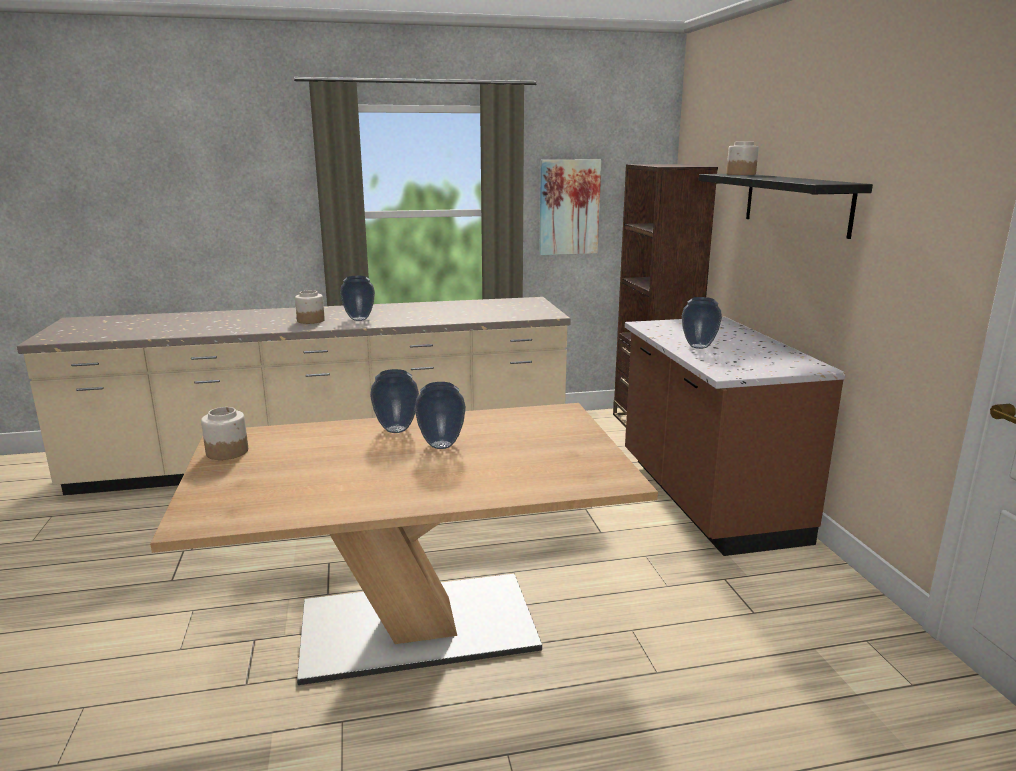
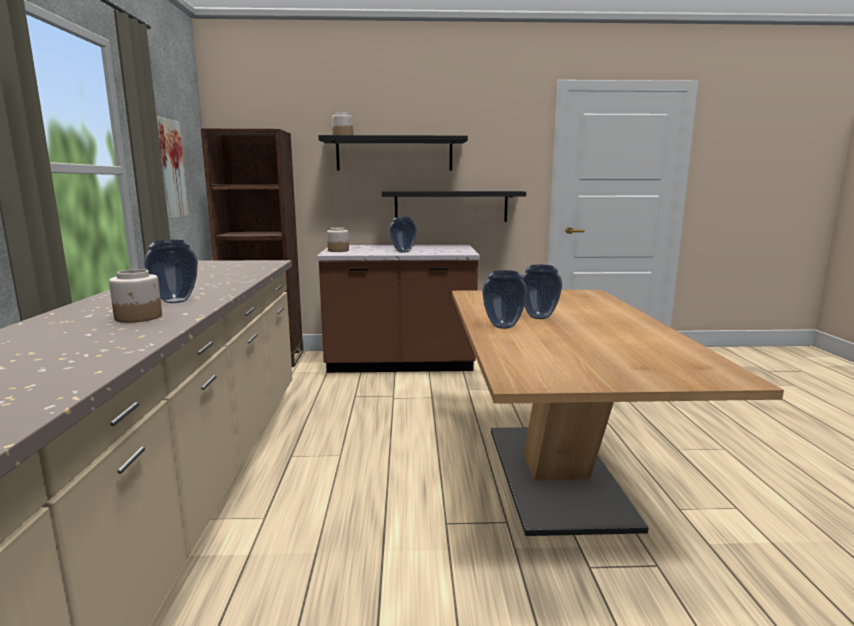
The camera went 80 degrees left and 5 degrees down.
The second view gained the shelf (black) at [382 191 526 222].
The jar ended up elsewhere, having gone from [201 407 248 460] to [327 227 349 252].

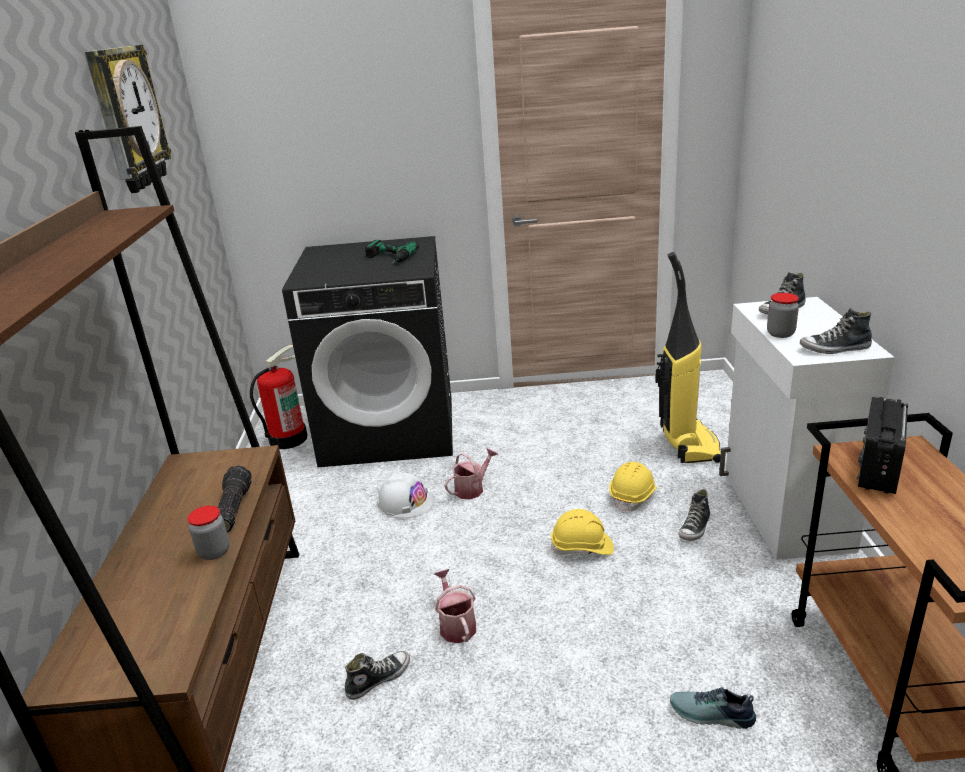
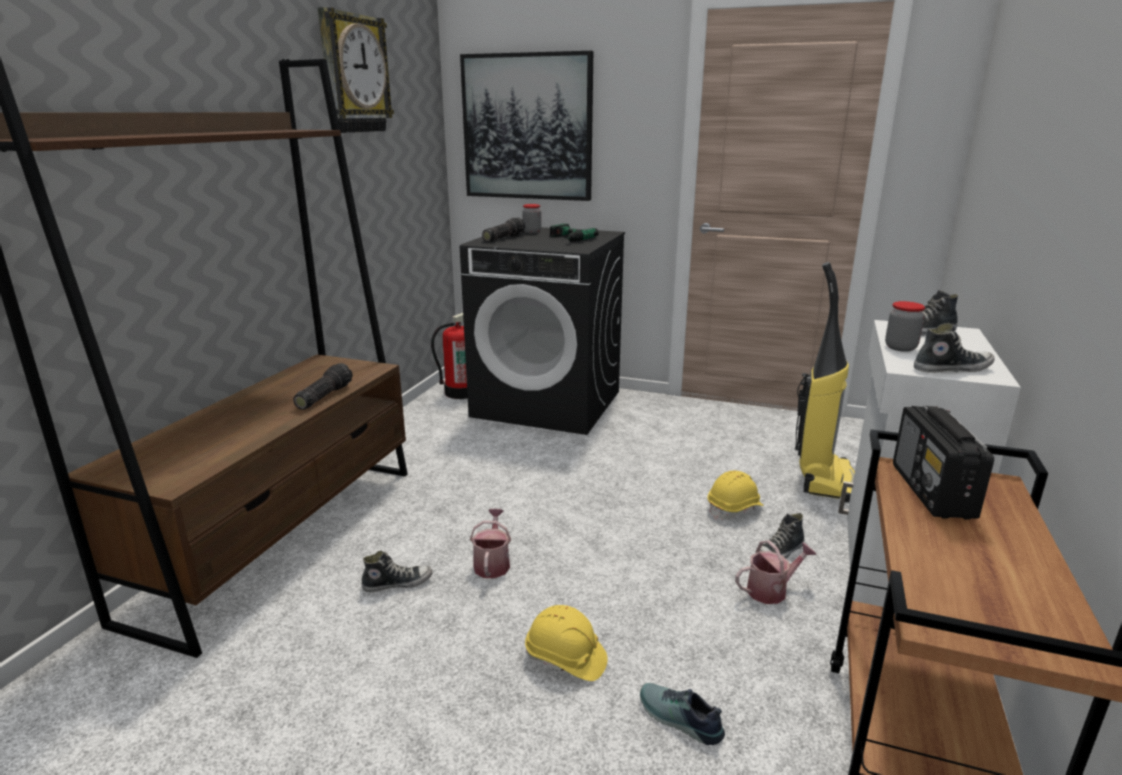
The camera went 20 degrees right and 5 degrees down.
The second view lost the hard hat (white) at [377 471 434 518].
The second view gained the picture at [460 51 593 201].
The second view gained the flashlight at [482 218 525 242].
The jar ended up elsewhere, having gone from [187 506 230 560] to [522 204 541 233].
The watering can ended up elsewhere, having gone from [444 448 498 499] to [735 540 817 604].
The hard hat (yellow) ended up elsewhere, having gone from [551 509 614 555] to [525 605 608 681].
The shoe at [800 308 872 354] ended up facing another way, 150 degrees clockwise from before.
The radio at [857 397 908 494] ended up facing another way, 45 degrees counterclockwise from before.

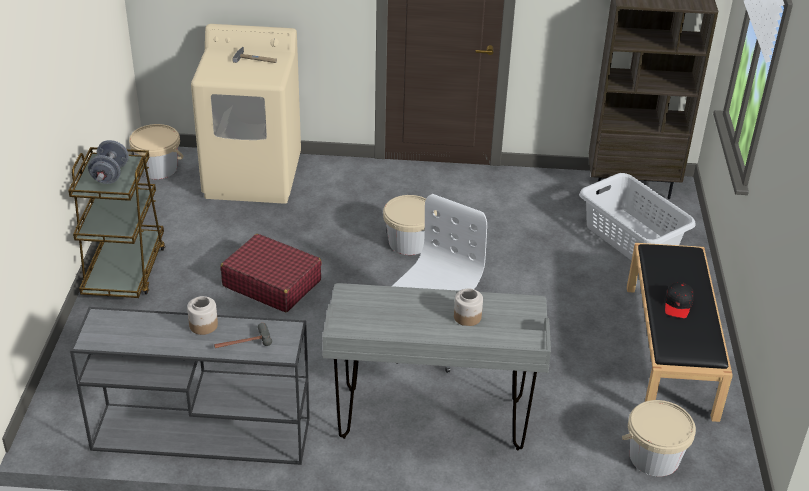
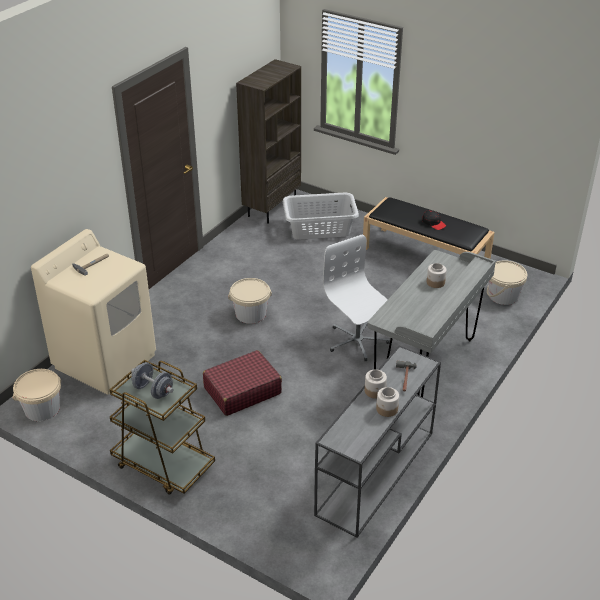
The camera went 60 degrees left and 0 degrees up.
The second view gained the jar at [376 387 399 417].

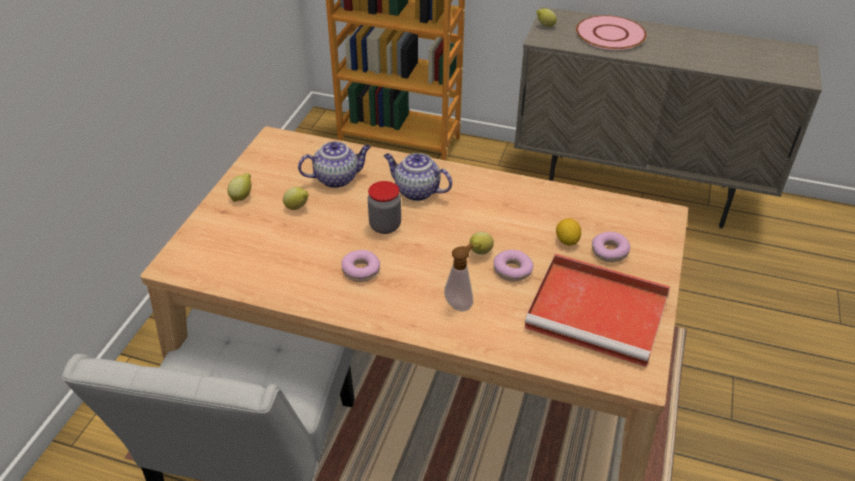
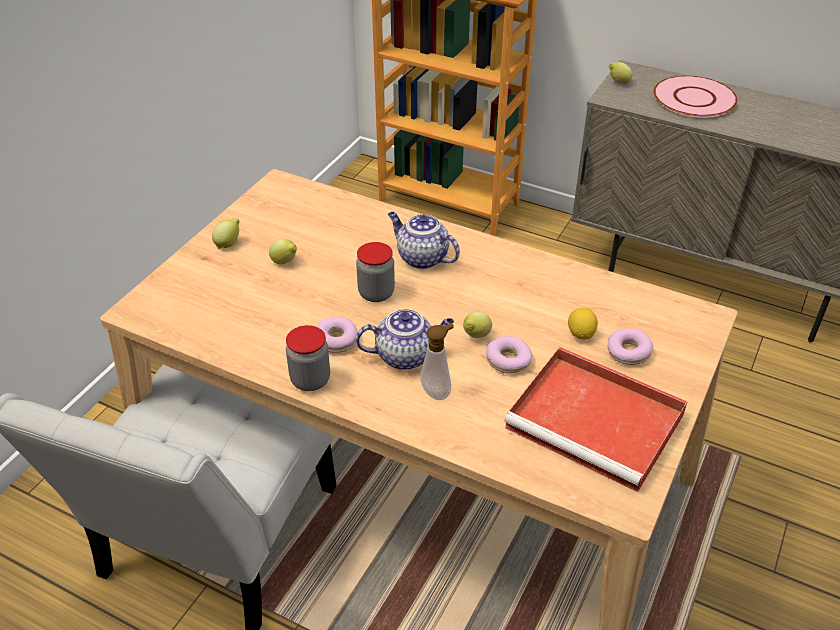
The camera went 10 degrees right and 0 degrees up.
The second view gained the jar at [286 325 330 391].
The teapot ended up elsewhere, having gone from [298 141 371 188] to [356 309 454 370].

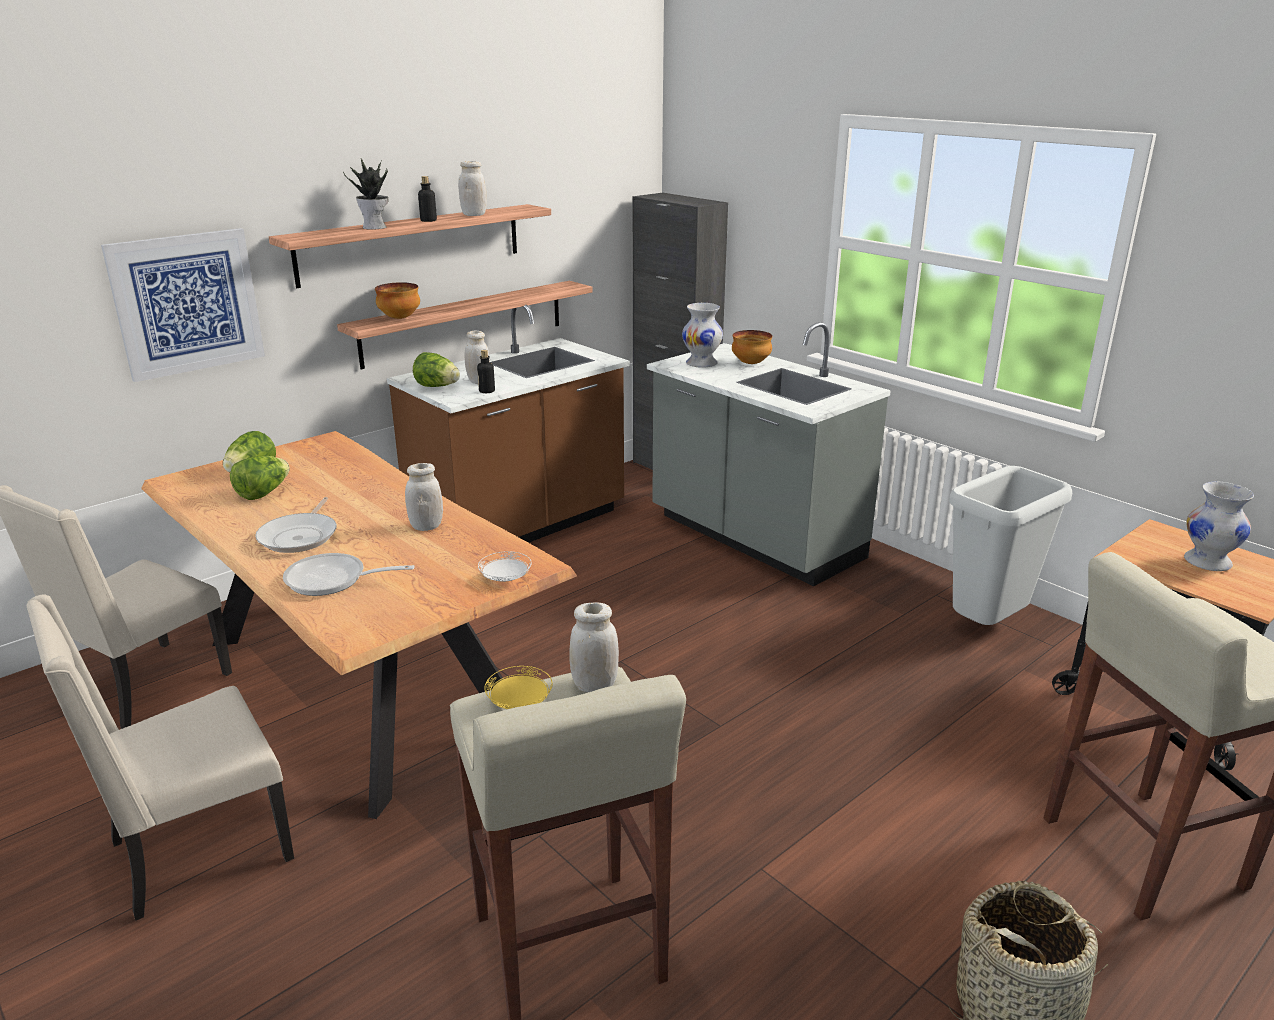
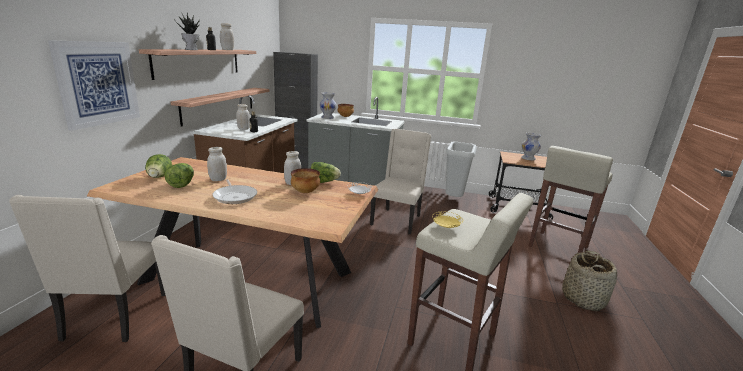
The camera went 35 degrees left and 5 degrees down.
The second view lost the frying pan at [283 553 415 596].
The second view gained the chair (beige) at [370 129 431 234].
The bowl ended up elsewhere, having gone from [375 282 420 319] to [291 168 320 193].
The lettuce ended up elsewhere, having gone from [413 352 460 387] to [311 162 341 183].
The jar (white) ended up elsewhere, having gone from [569 602 619 692] to [207 147 227 181].

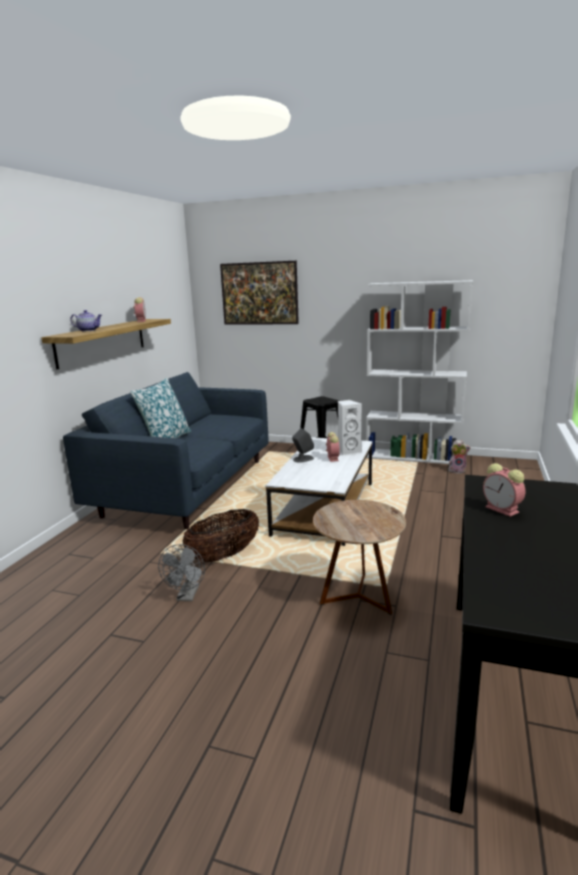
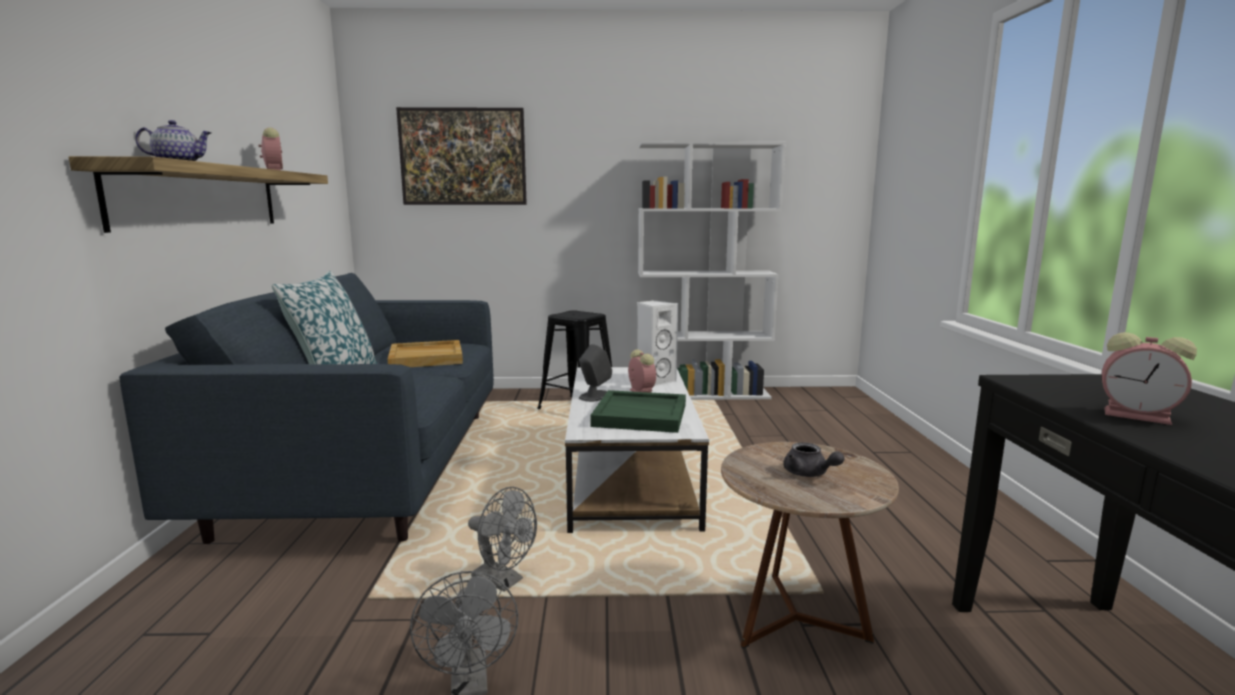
The camera went 20 degrees left and 5 degrees down.
The second view lost the plush toy at [448 440 471 474].
The second view gained the tray (beige) at [388 340 463 367].
The second view gained the tray (green) at [590 390 686 433].
The second view gained the teapot (grey) at [783 442 845 477].
Where the basket stood at [183 509 259 562], the fan (grey) came to stand at [468 487 537 592].

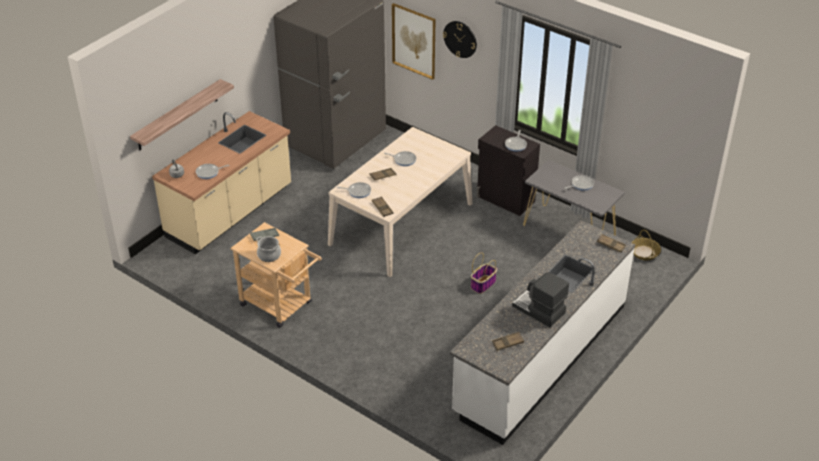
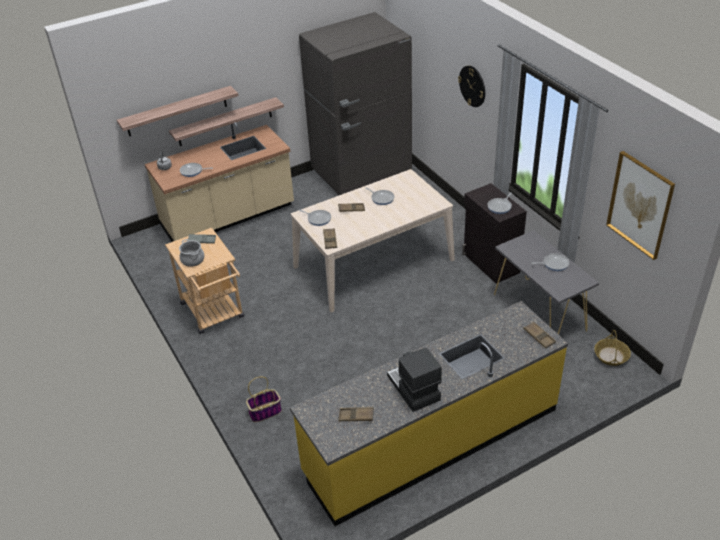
The camera went 25 degrees right and 0 degrees up.
The second view gained the shelf at [169 97 284 146].
The picture ended up elsewhere, having gone from [392 3 436 80] to [606 151 675 260].
The basket ended up elsewhere, having gone from [471 253 497 294] to [246 377 282 422].
What was the counter (white) at [450 220 635 445] turned into the counter (yellow) at [290 301 568 526].

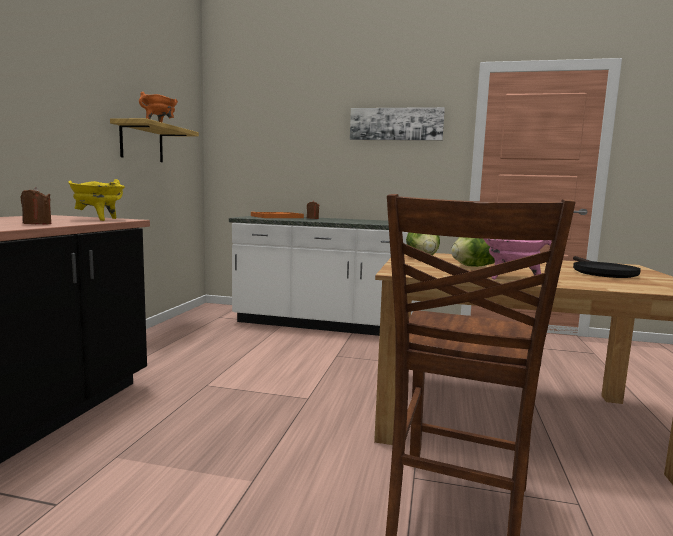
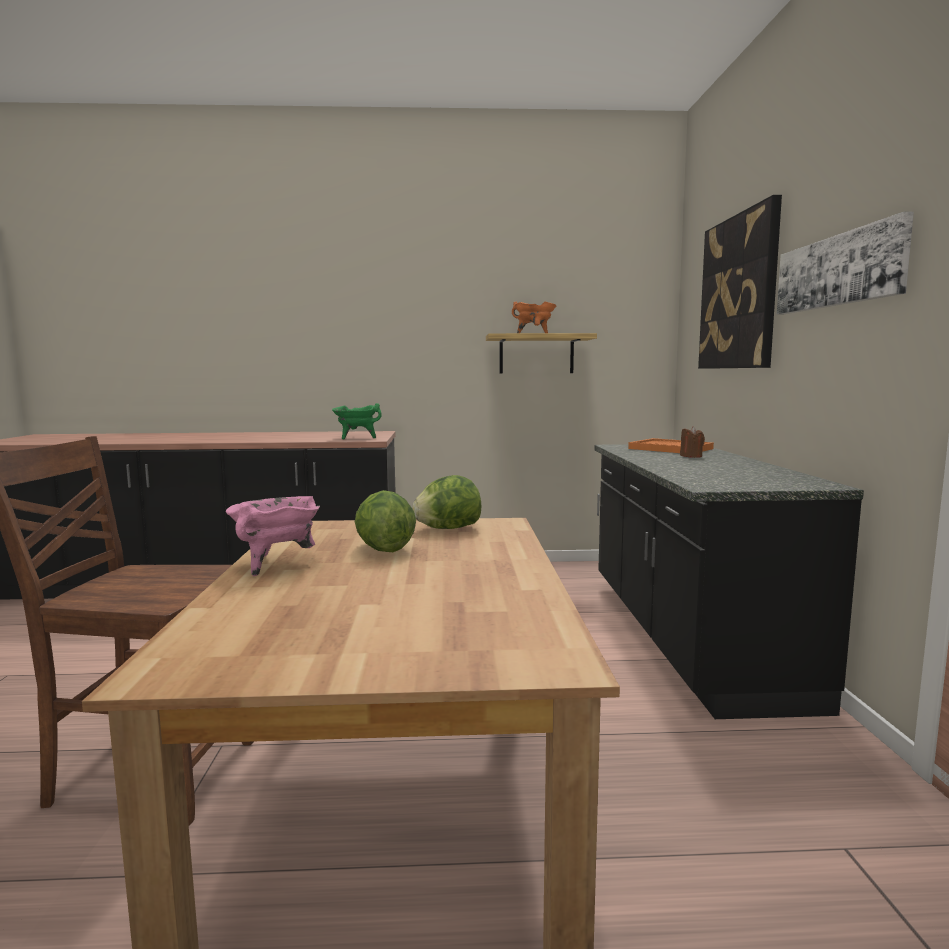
The camera went 75 degrees right and 0 degrees up.
The second view lost the candle (brown) at [20 187 52 224].
The second view lost the frying pan (black) at [573 256 641 278].
The second view gained the picture at [698 195 782 369].
What was the cooking pot (yellow) at [68 179 125 221] turned into the cooking pot (green) at [332 403 382 440].
What was the counter (white) at [229 216 422 336] turned into the counter (black) at [595 444 864 719].

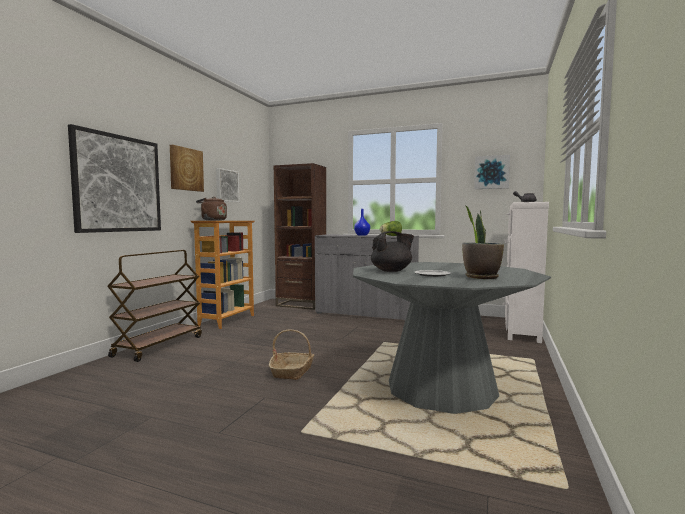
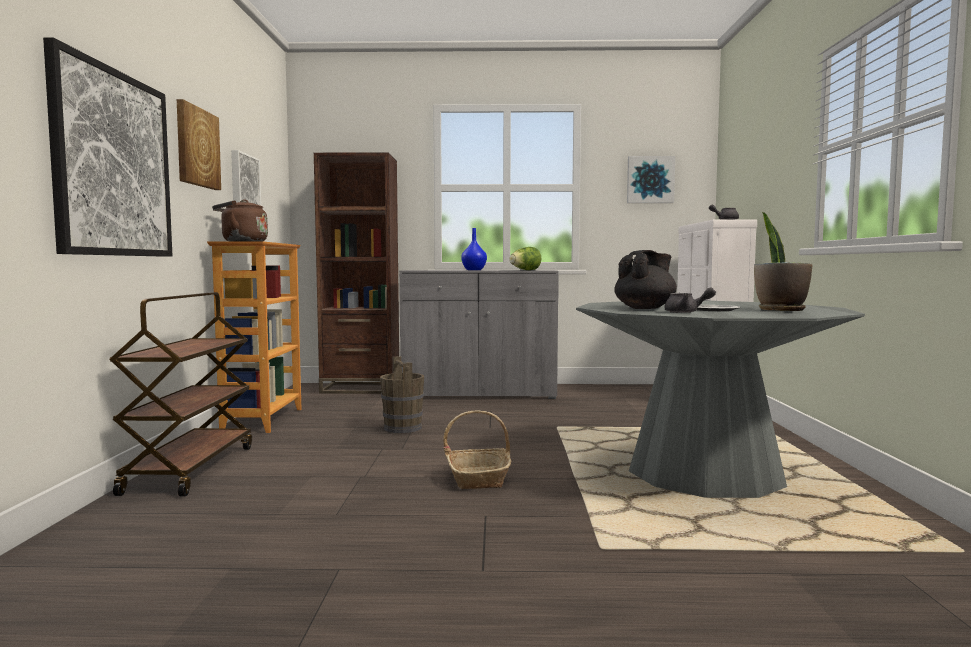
The camera went 20 degrees left and 0 degrees up.
The second view gained the bucket (brown) at [380 356 424 433].
The second view gained the teapot (grey) at [664 287 716 313].

